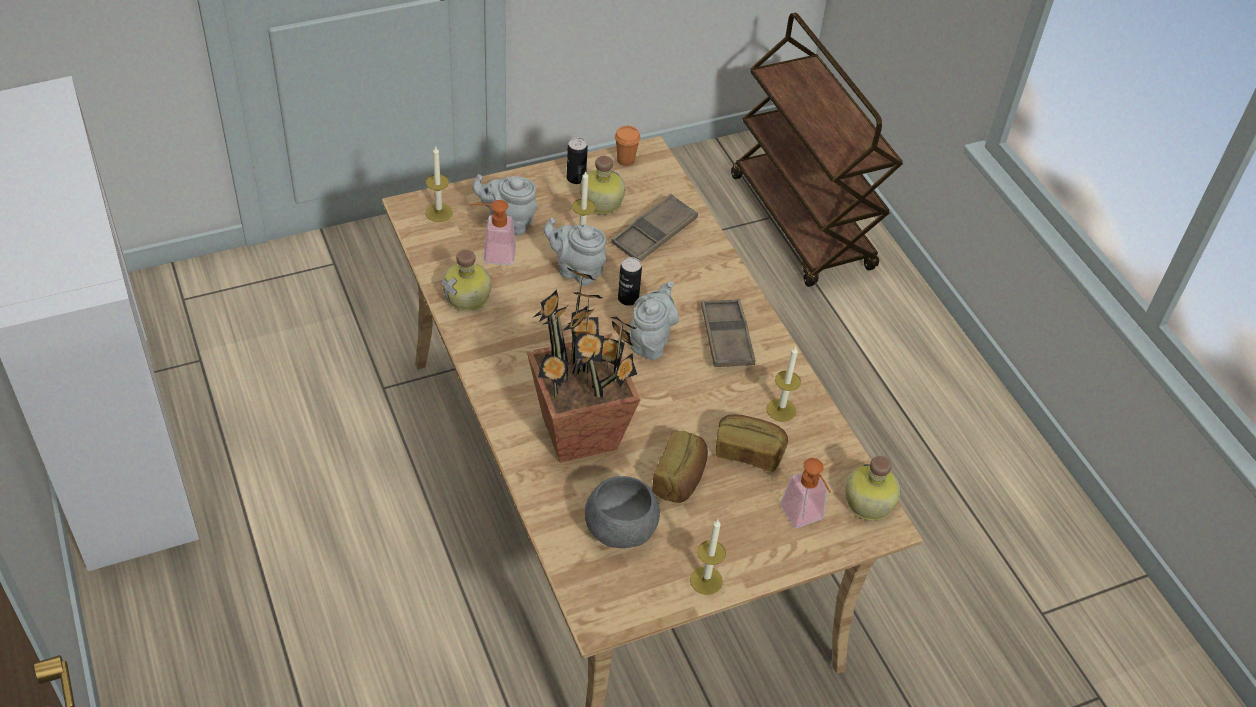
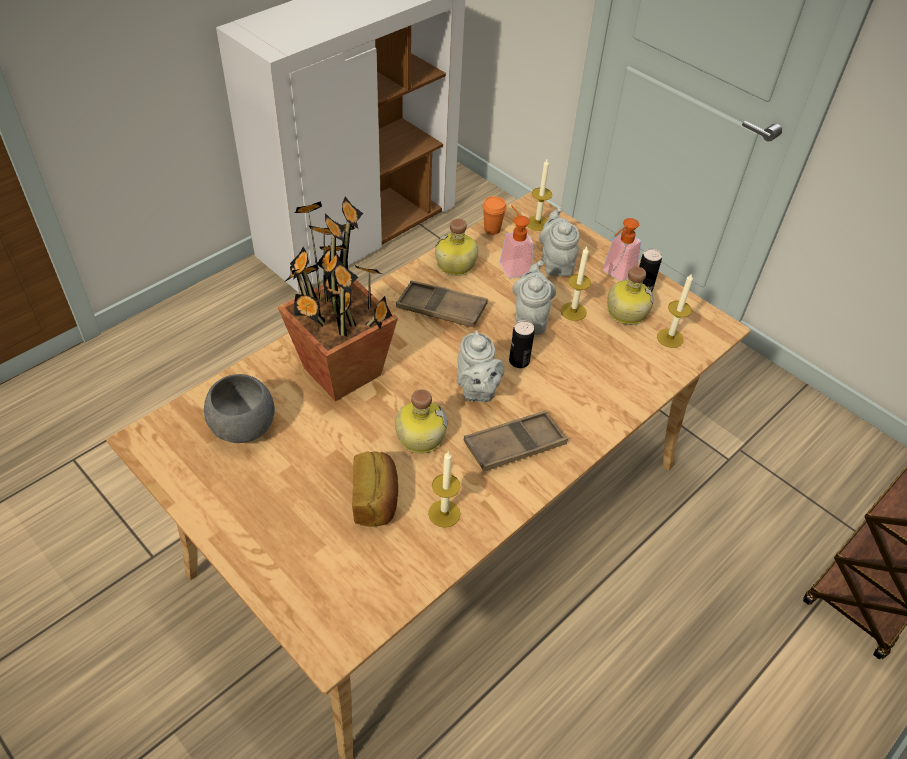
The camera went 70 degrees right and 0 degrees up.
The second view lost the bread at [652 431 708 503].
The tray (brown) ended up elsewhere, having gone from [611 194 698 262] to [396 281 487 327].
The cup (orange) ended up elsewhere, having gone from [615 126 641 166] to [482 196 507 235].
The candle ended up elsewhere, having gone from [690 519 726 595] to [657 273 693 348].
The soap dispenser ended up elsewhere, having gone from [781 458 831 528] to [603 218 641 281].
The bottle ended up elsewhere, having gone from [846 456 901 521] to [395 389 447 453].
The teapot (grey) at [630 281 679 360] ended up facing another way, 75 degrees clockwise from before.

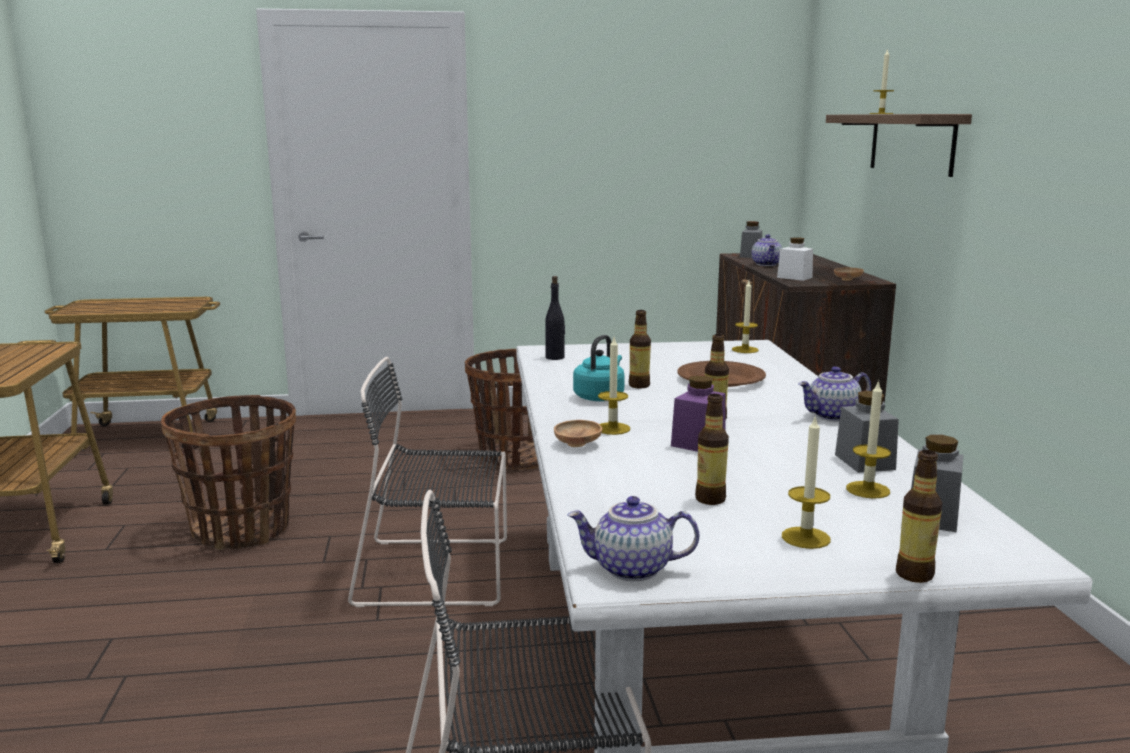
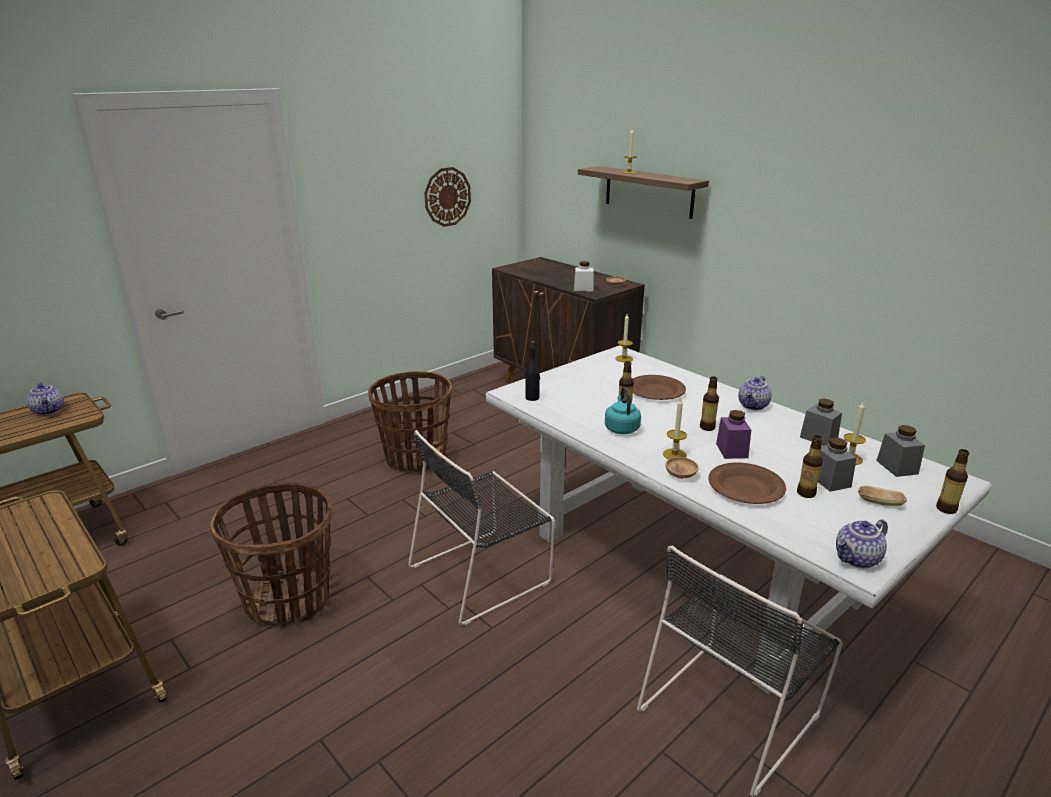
The camera went 35 degrees left and 10 degrees up.
The second view gained the wall clock at [425 167 471 227].
The second view gained the plate (brown) at [708 462 786 504].
The jar (grey) ended up elsewhere, having gone from [740 221 762 258] to [818 438 857 492].
The teapot ended up elsewhere, having gone from [751 234 782 266] to [26 382 64 416].
Where the candle stood at [782 415 830 549], the bread came to stand at [858 486 907 506].

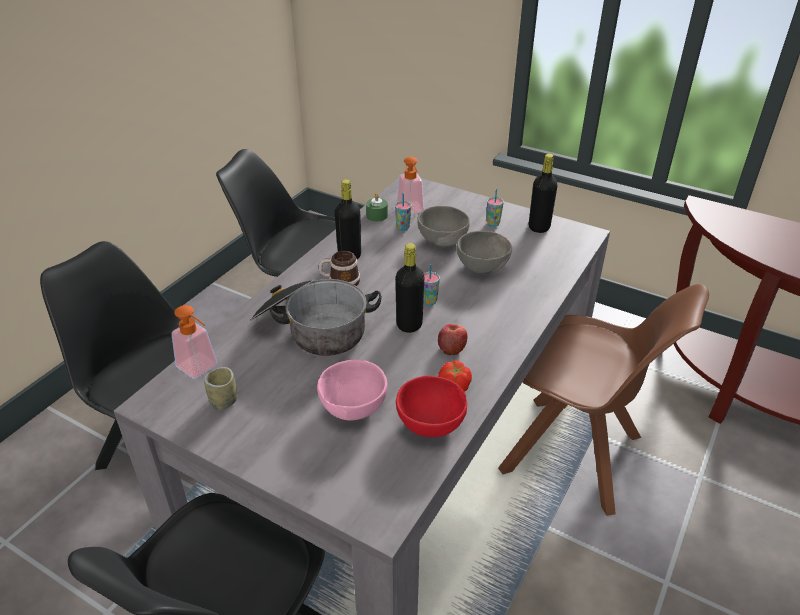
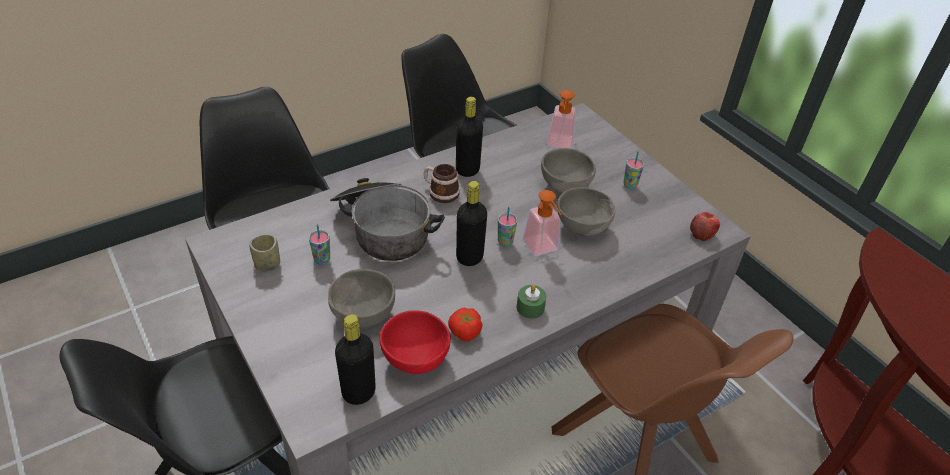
The camera went 25 degrees right and 5 degrees up.
The soap dispenser ended up elsewhere, having gone from [171 305 217 379] to [523 190 561 256].
The candle (green) ended up elsewhere, having gone from [366 193 388 222] to [517 284 546 319].
The cup ended up elsewhere, having gone from [395 193 411 231] to [309 224 330 265].
The apple ended up elsewhere, having gone from [438 324 468 355] to [690 212 720 241].
The bottle (black) ended up elsewhere, having gone from [529 154 558 233] to [335 314 376 405].
What was the bowl (pink) at [317 360 388 421] turned into the bowl (grey) at [328 269 395 328].

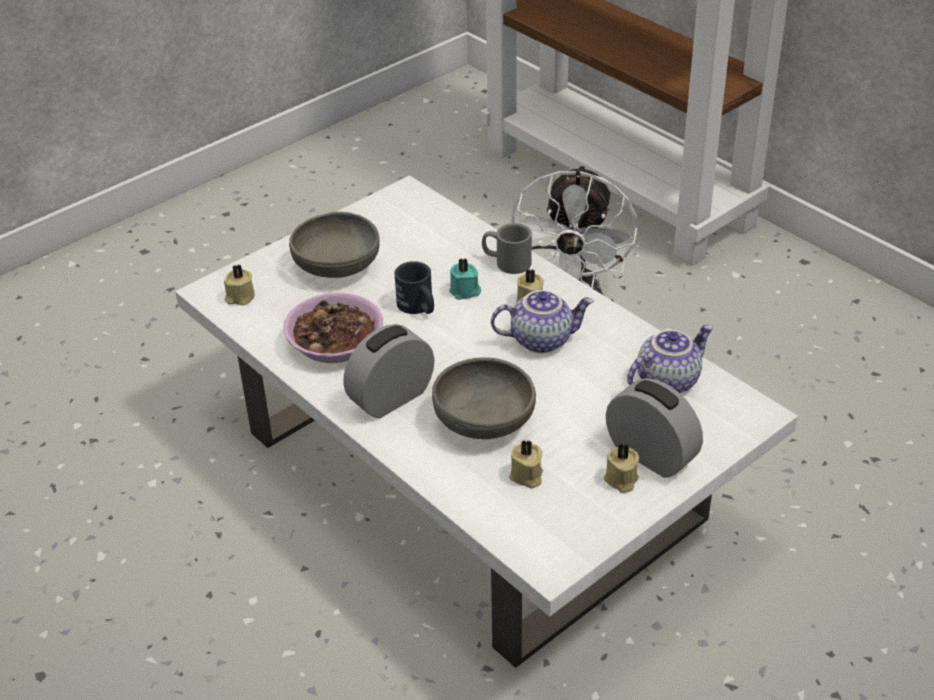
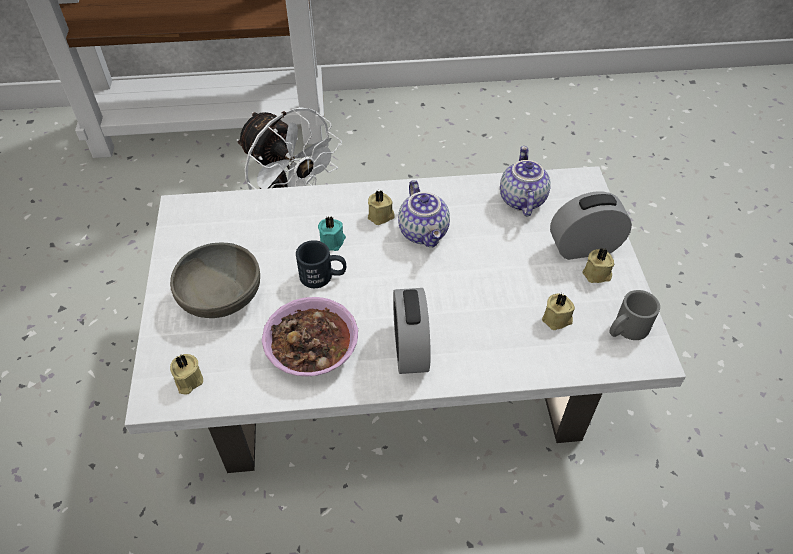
The camera went 55 degrees left and 10 degrees up.
The second view lost the bowl (grey) at [432 357 536 439].
The mug (grey) ended up elsewhere, having gone from [482 223 532 274] to [609 290 660 340].
The teapot at [491 290 594 353] ended up facing another way, 135 degrees clockwise from before.

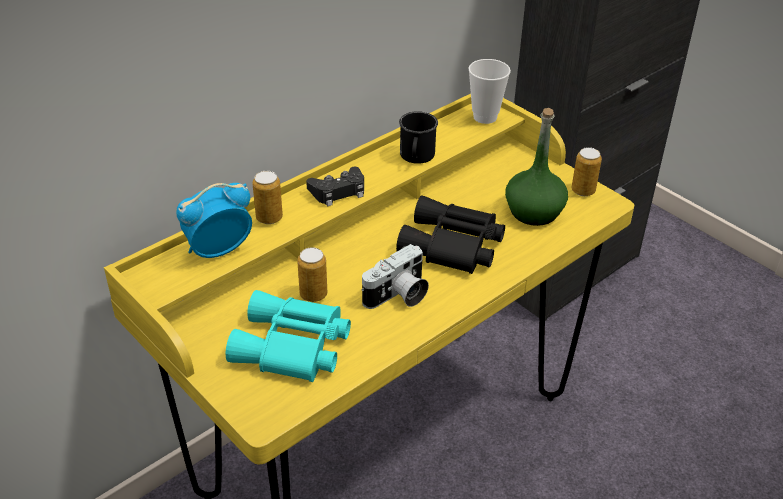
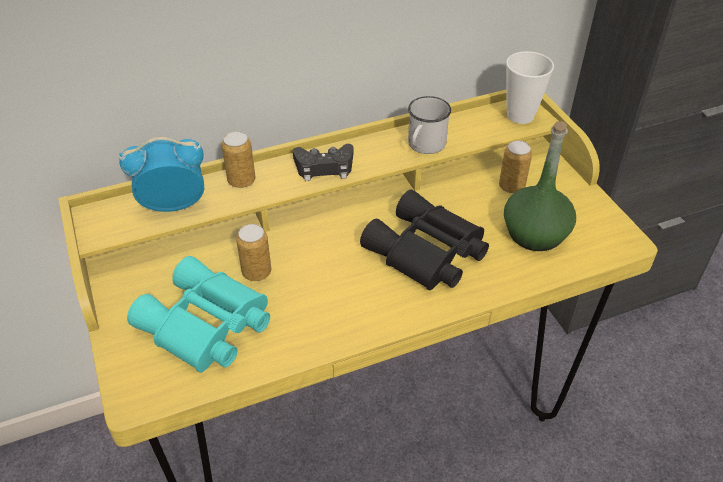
The camera went 20 degrees right and 5 degrees up.
The second view lost the photo camera at [362 244 429 309].
The can ended up elsewhere, having gone from [572 147 602 196] to [499 140 532 193].
What was the mug (black) at [399 111 438 164] turned into the mug (white) at [408 96 451 154].

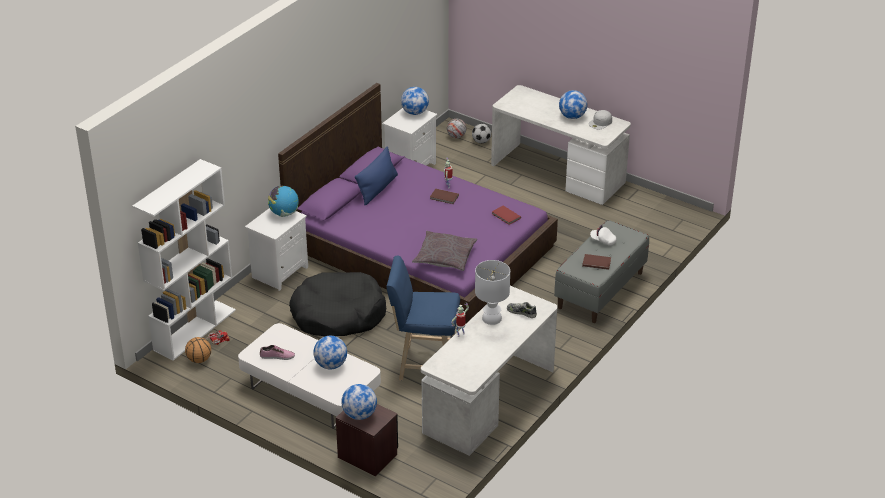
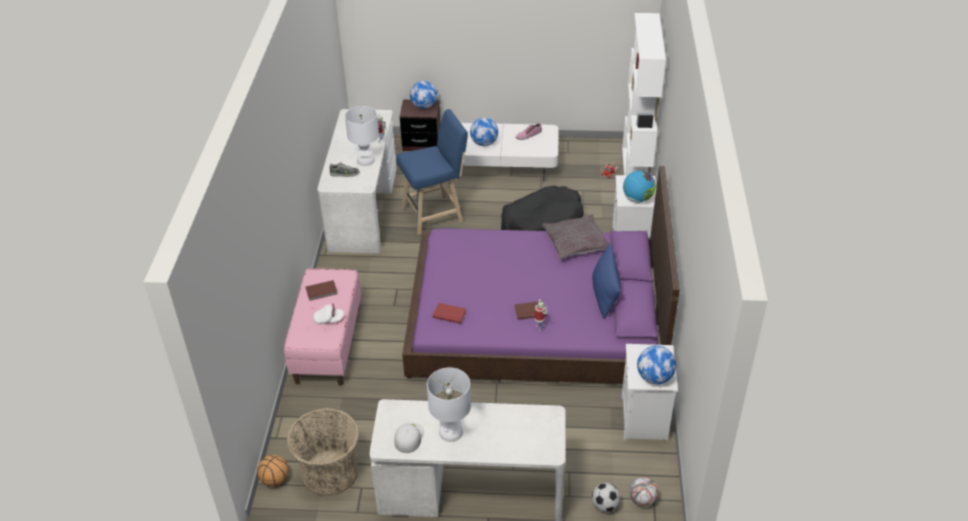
The camera went 150 degrees right and 5 degrees up.
The second view gained the basket at [287 408 359 497].
The basketball ended up elsewhere, having gone from [185 337 211 363] to [257 455 288 486].
The pillow (grey) ended up elsewhere, having gone from [412 231 477 271] to [542 214 609 259].
Where the globe stood at [559 90 588 119], the table lamp (white) came to stand at [427 367 471 442].
What was the bench (grey) at [554 220 649 323] turned into the bench (pink) at [284 269 361 386].

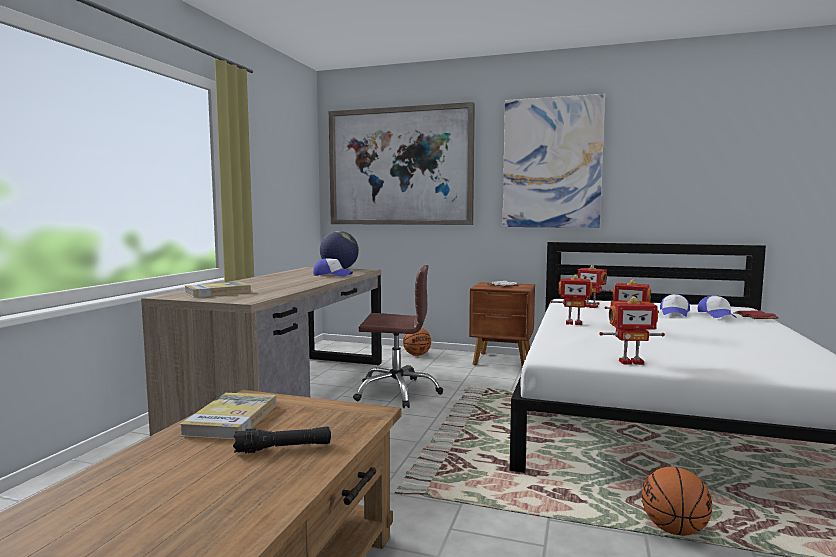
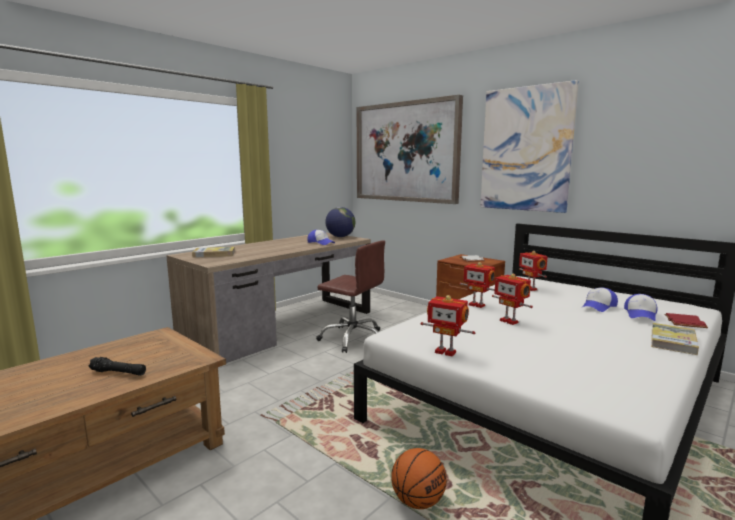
The camera went 25 degrees right and 5 degrees up.
The second view lost the basketball at [403 328 431 356].
The book ended up elsewhere, having gone from [179 393 276 440] to [651 323 699 355].

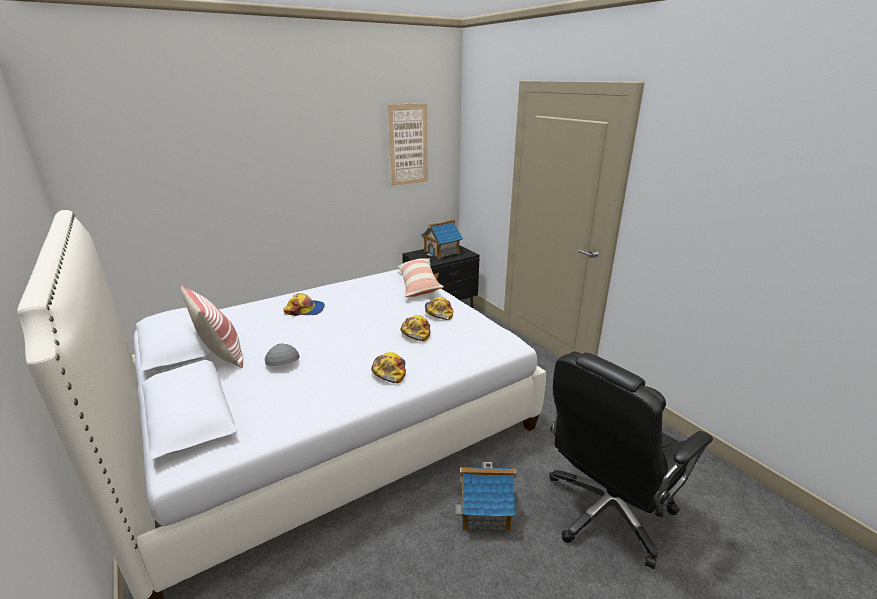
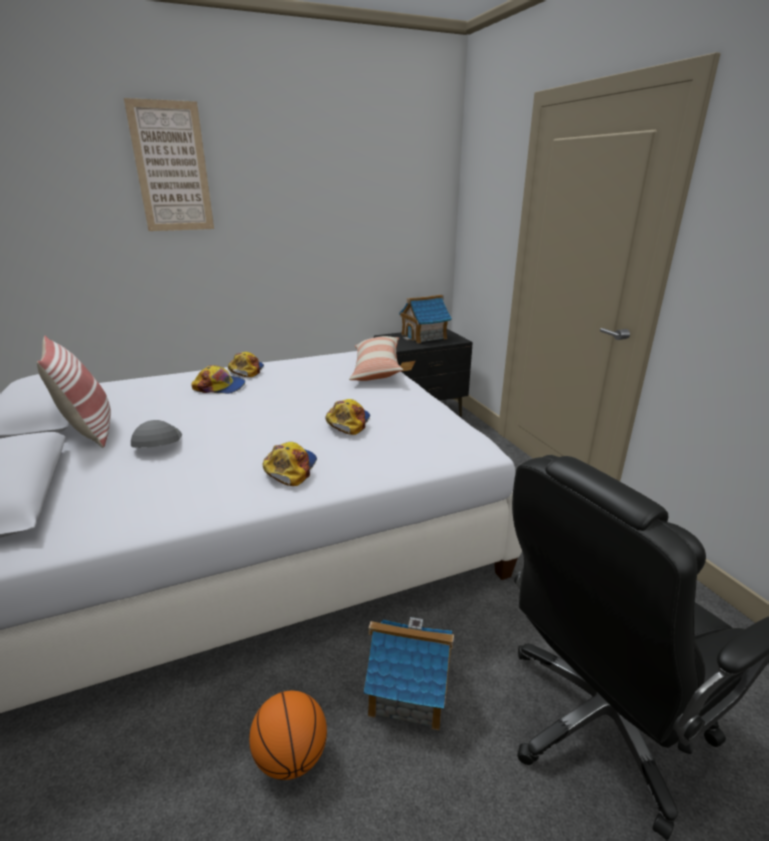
The camera went 10 degrees right and 0 degrees up.
The second view gained the basketball at [249 691 327 780].
The picture ended up elsewhere, having gone from [388 103 428 186] to [124 98 214 231].
The cap ended up elsewhere, having gone from [425 297 453 320] to [228 352 264 377].

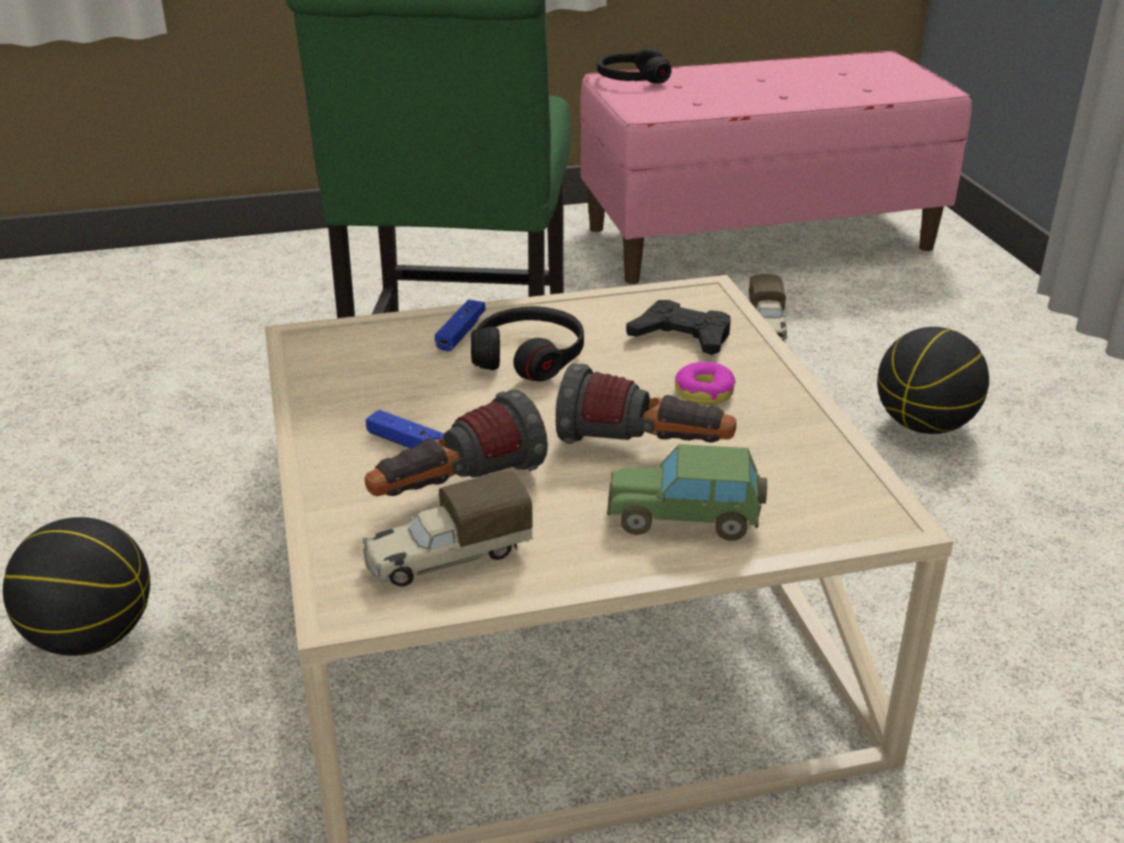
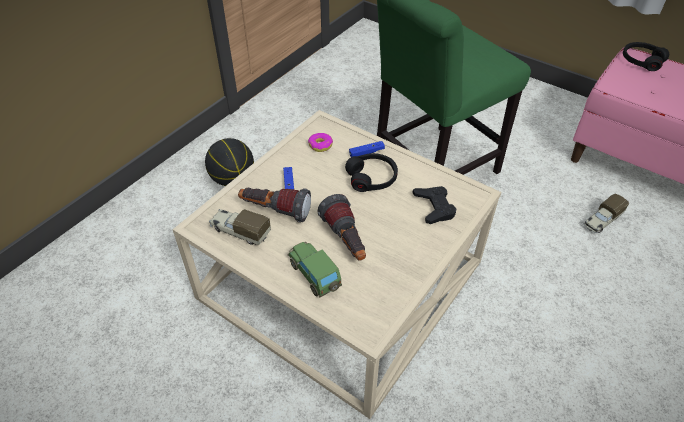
The camera went 50 degrees right and 15 degrees up.
The second view lost the basketball at [877 327 989 434].
The donut ended up elsewhere, having gone from [675 362 736 405] to [308 133 333 152].

